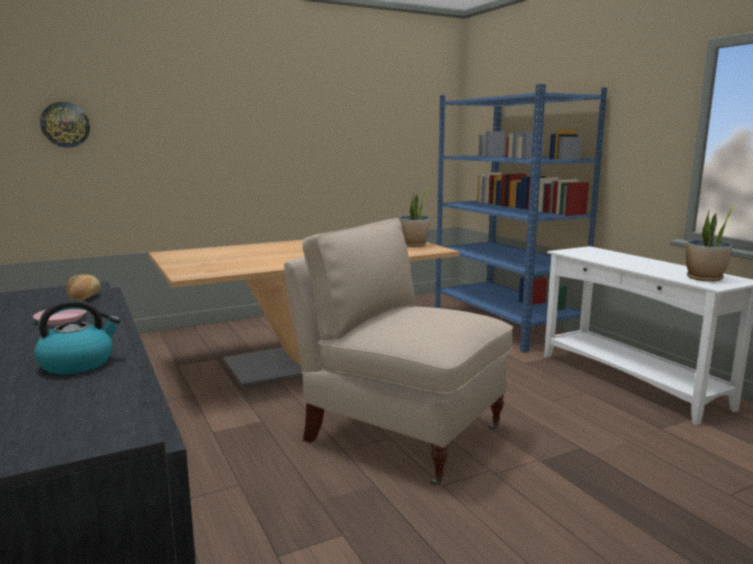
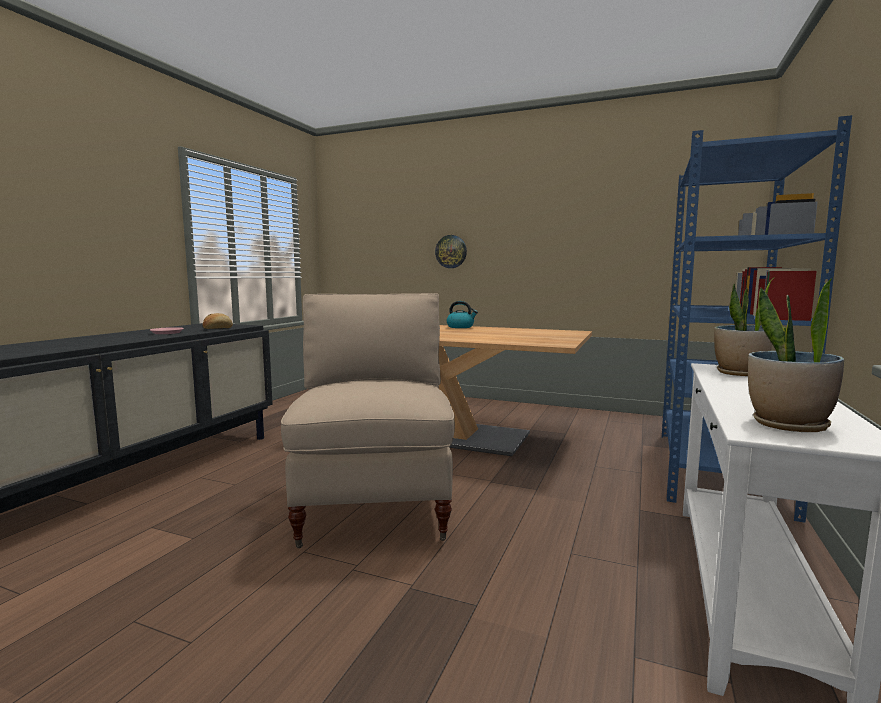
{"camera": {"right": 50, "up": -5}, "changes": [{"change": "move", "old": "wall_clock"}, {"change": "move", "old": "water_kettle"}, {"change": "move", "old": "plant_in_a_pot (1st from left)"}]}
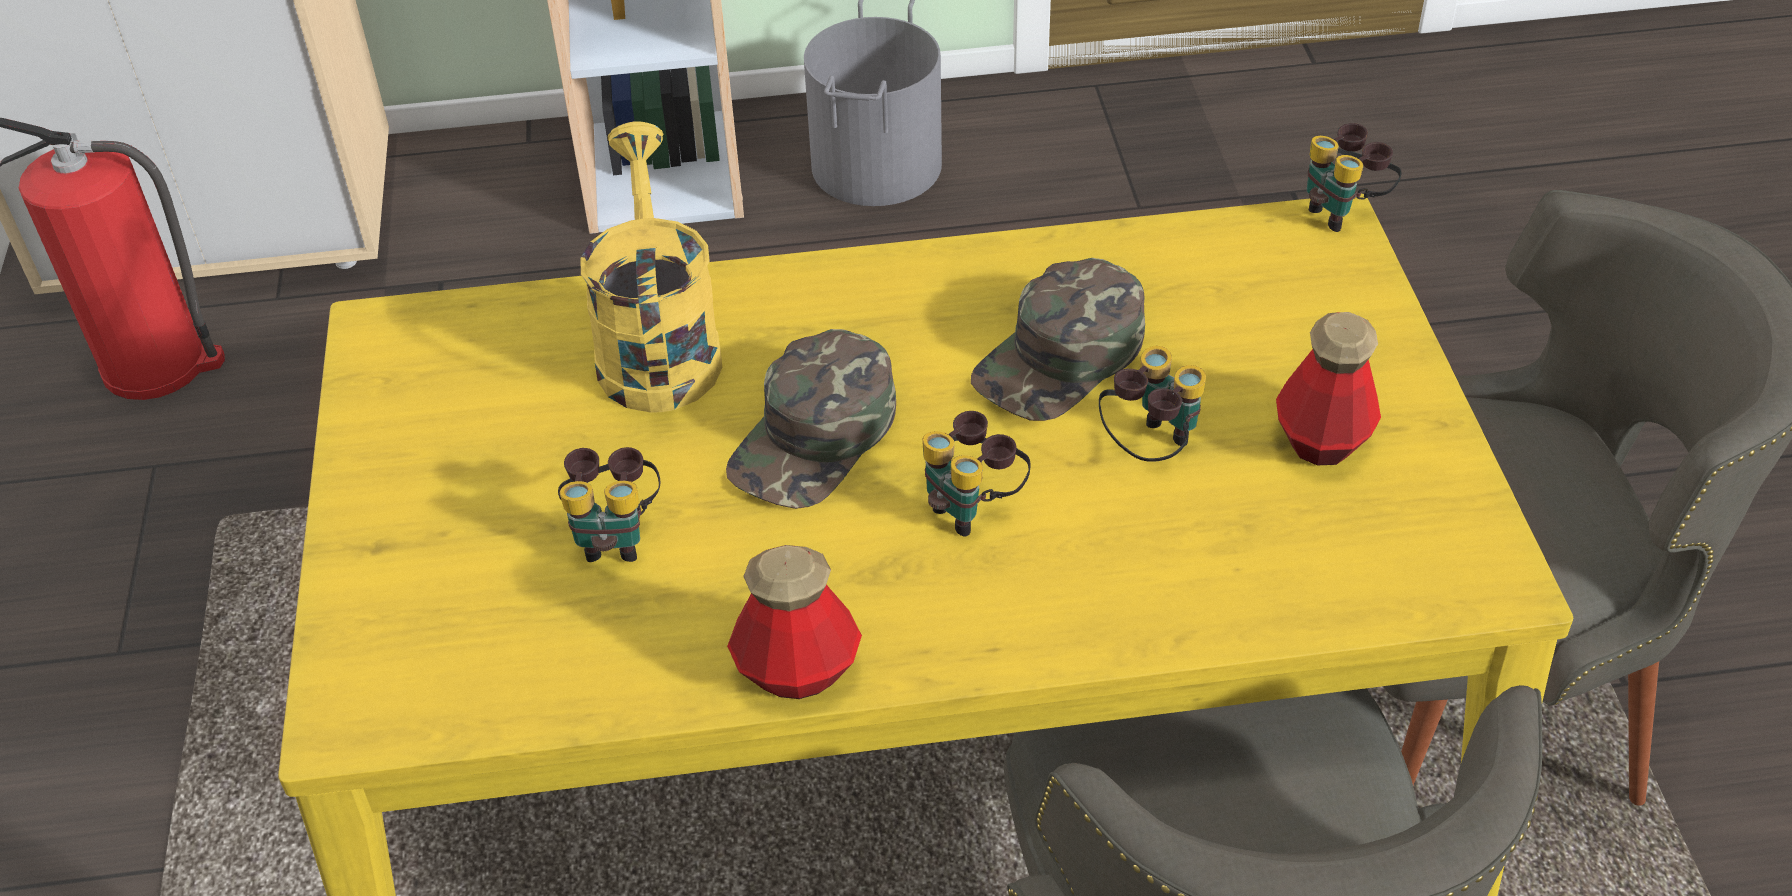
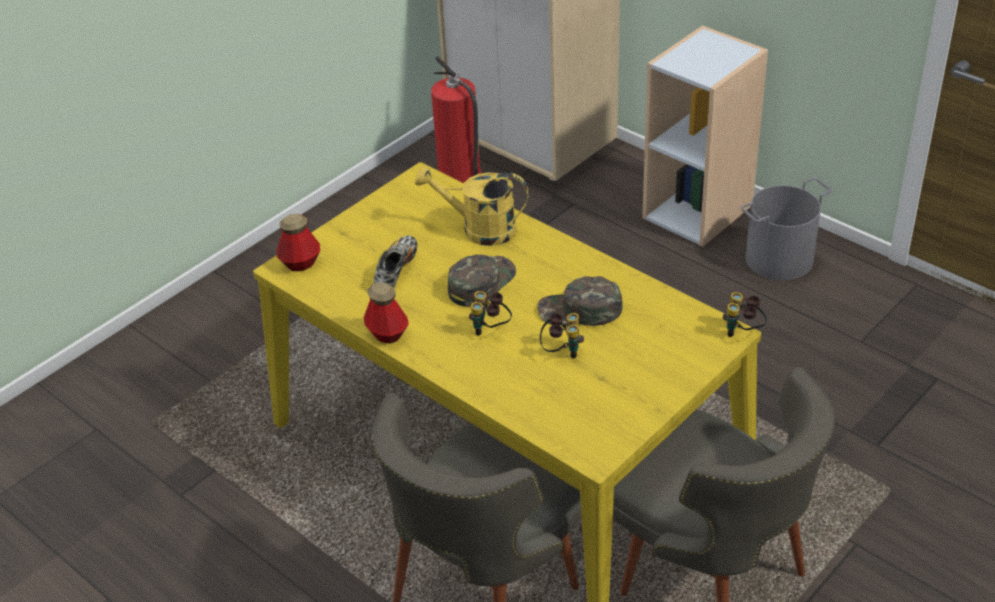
{"camera": {"right": 50, "up": -5}, "changes": [{"change": "move", "old": "beverage_bottle (2nd from left in the first image)", "new": "beverage_bottle (1st from left)"}, {"change": "replace", "old": "binoculars (1st from left)", "new": "low_shoe"}, {"change": "rotate", "old": "yellowish_sprinkling_can", "degrees": -120}, {"change": "rotate", "old": "green-coloured_peaked_cap (1st from left)", "degrees": 135}]}
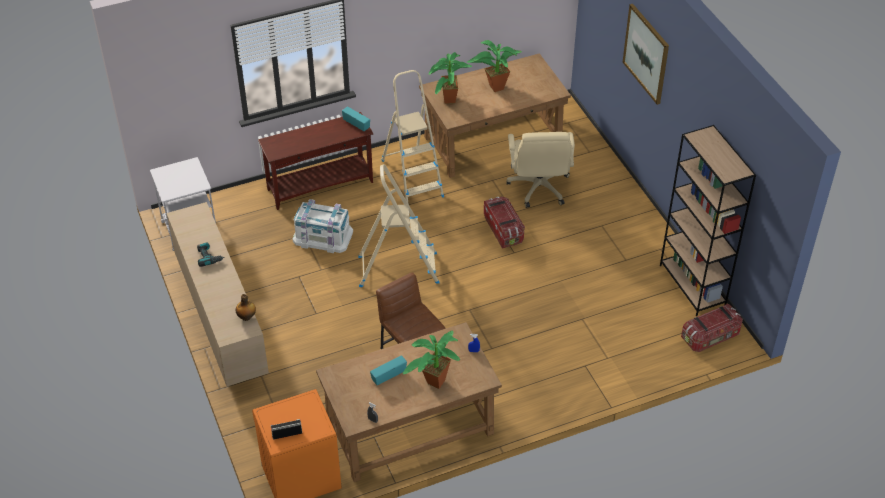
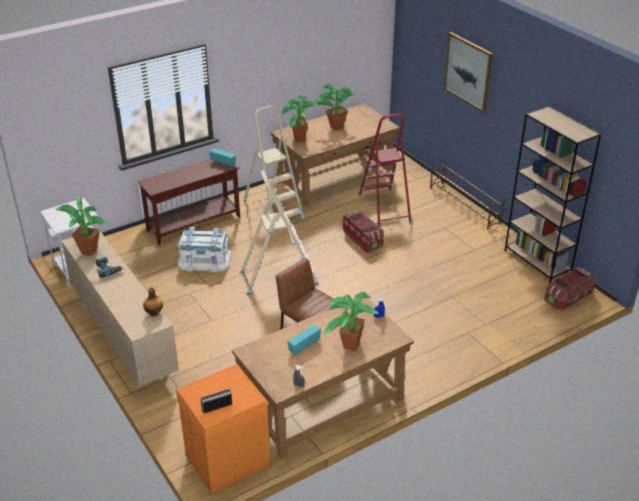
{"camera": {"right": -10, "up": -10}, "changes": [{"change": "insert", "new": "plant_in_a_pot (1st from left)"}, {"change": "replace", "old": "beige-coloured_computer_chair", "new": "red_step_ladder"}, {"change": "insert", "new": "brown_shoe_rack"}]}
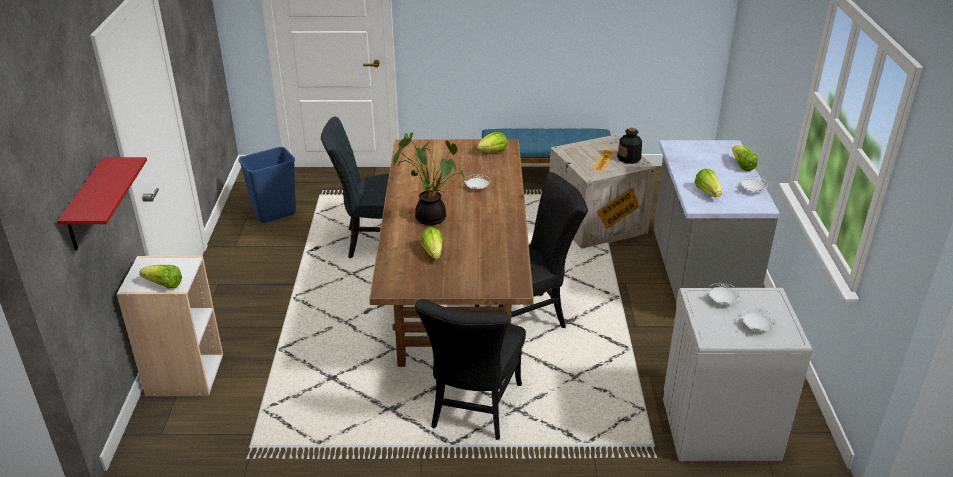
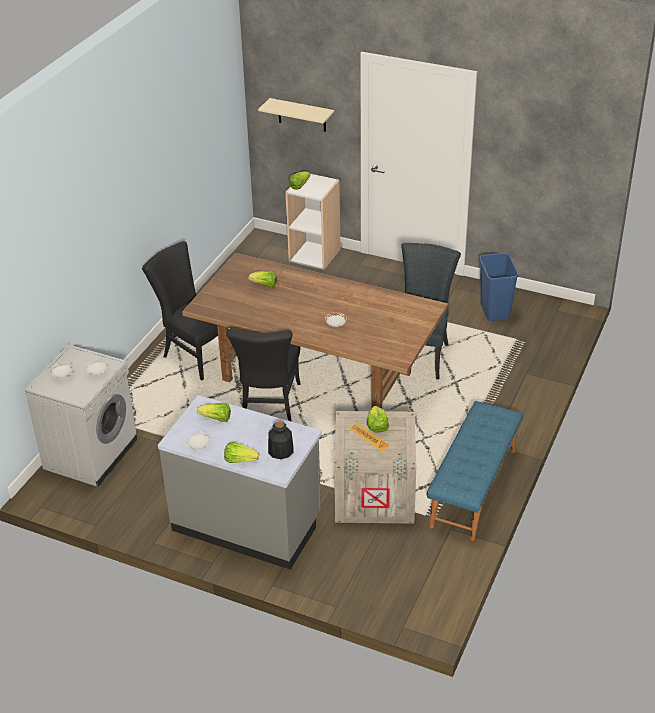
{"camera": {"right": 115, "up": 5}, "changes": [{"change": "recolor", "old": "red_bracket_shelf", "new": "beige-coloured_bracket_shelf"}, {"change": "move", "old": "beverage_bottle"}, {"change": "move", "old": "head_of_lettuce (3rd from left in the first image)", "new": "head_of_lettuce (5th from left)"}, {"change": "delete", "old": "plant_in_a_pot"}]}
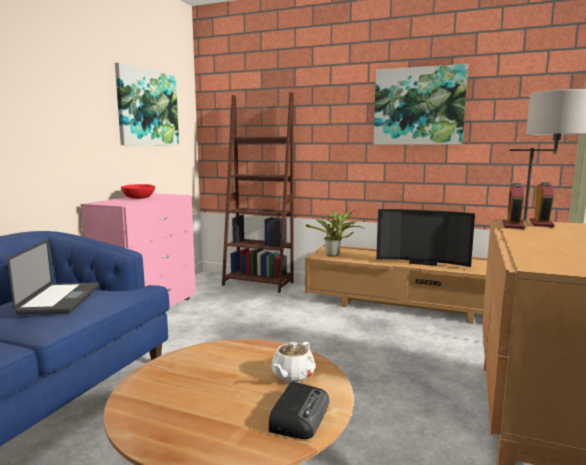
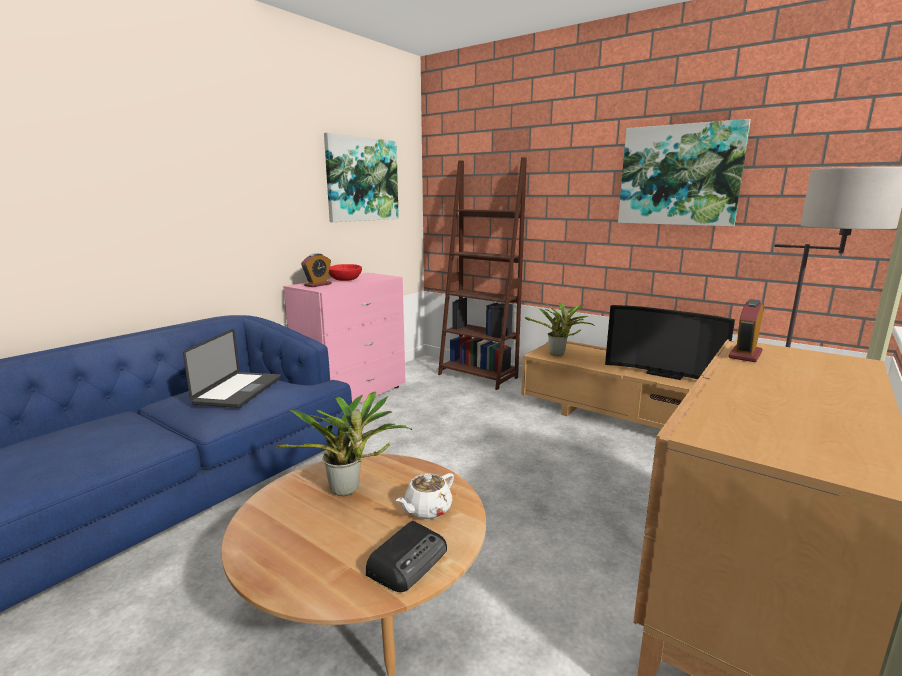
{"camera": {"right": 15, "up": 5}, "changes": [{"change": "insert", "new": "plant_in_a_pot (1st from left)"}, {"change": "move", "old": "bedside_clock (2nd from left in the first image)", "new": "bedside_clock (1st from left)"}]}
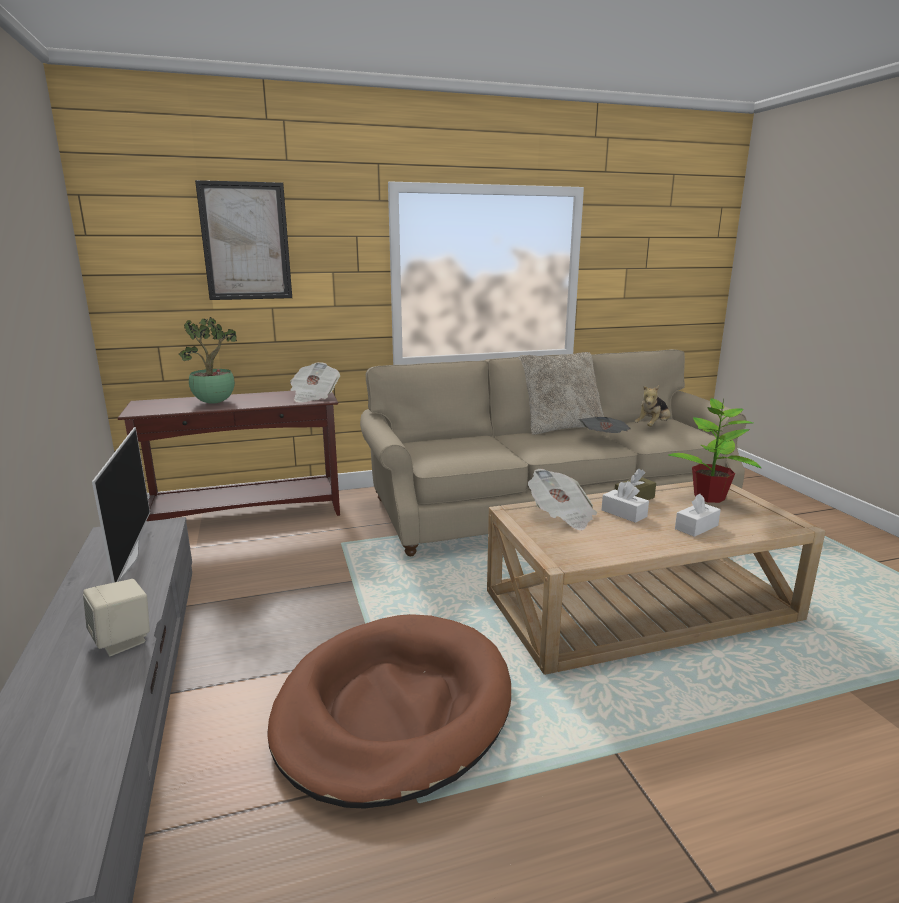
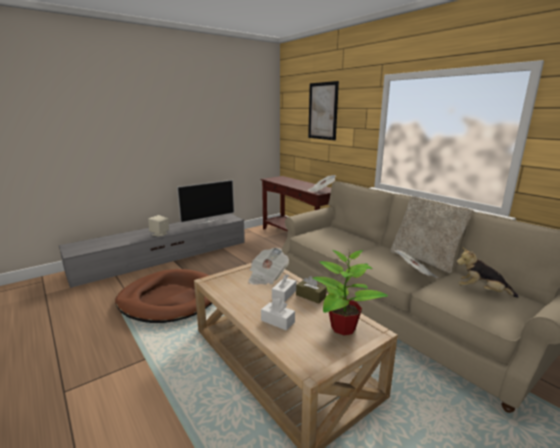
{"camera": {"right": 70, "up": 0}, "changes": [{"change": "delete", "old": "plant_in_a_pot (1st from left)"}]}
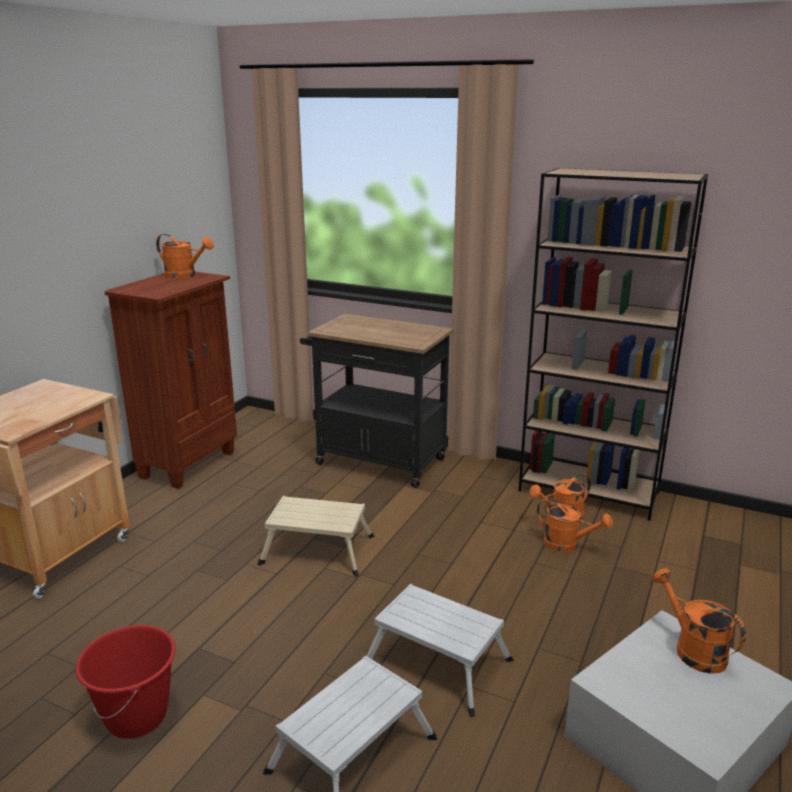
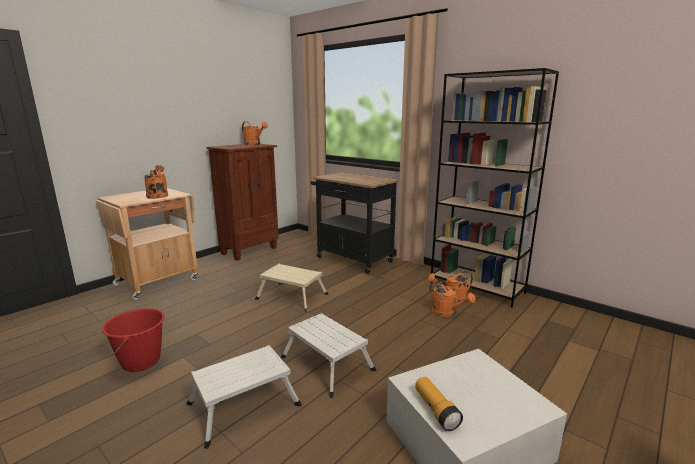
{"camera": {"right": 15, "up": -5}, "changes": [{"change": "move", "old": "orange-coloured_sprinkling_can (4th from left in the first image)", "new": "orange-coloured_sprinkling_can (1st from left)"}, {"change": "insert", "new": "flashlight"}]}
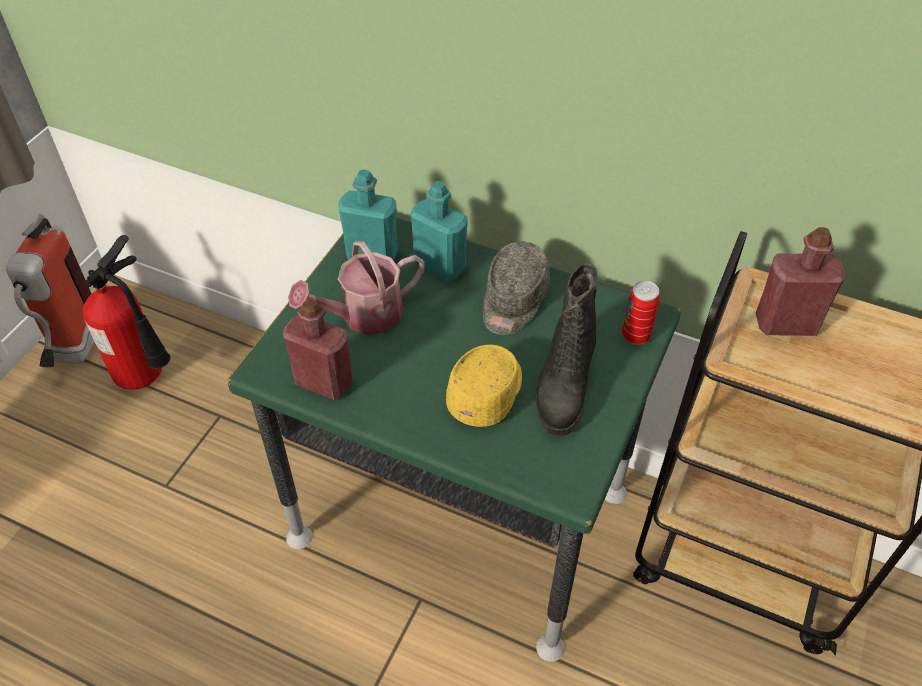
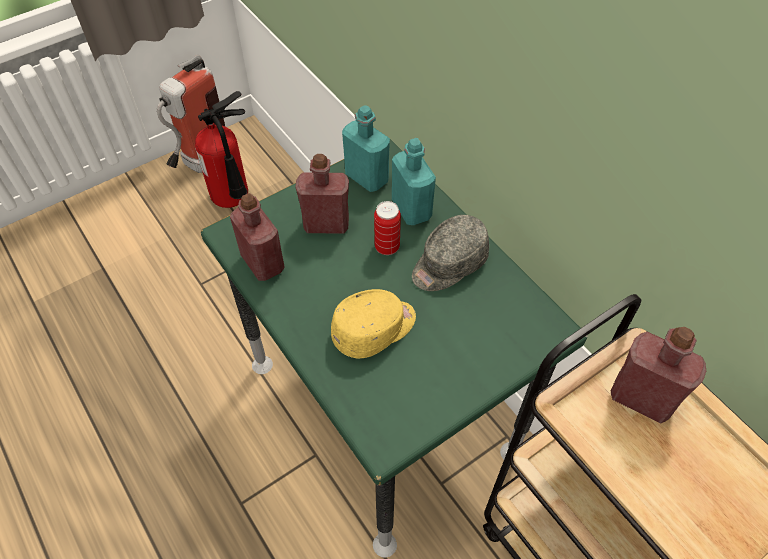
{"camera": {"right": 30, "up": 5}, "changes": [{"change": "replace", "old": "sprinkling_can", "new": "red_beverage_bottle (2nd from left)"}, {"change": "move", "old": "can"}, {"change": "delete", "old": "black_high-top_boot"}]}
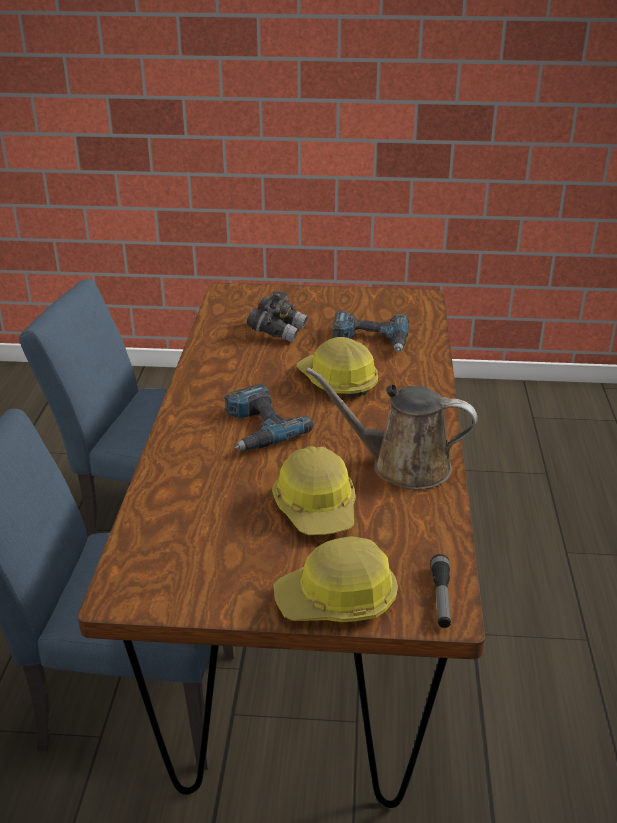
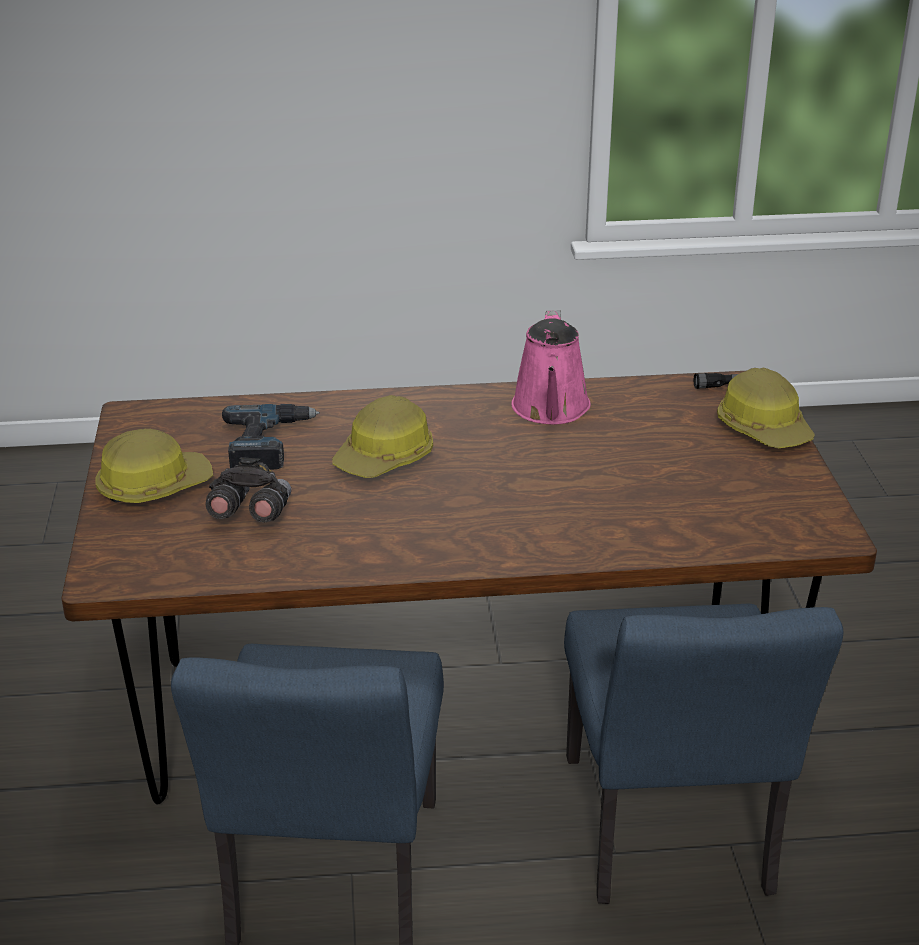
{"camera": {"right": -100, "up": 0}, "changes": [{"change": "move", "old": "work_helmet (1st from left)"}, {"change": "recolor", "old": "brown_sprinkling_can", "new": "pinkish_sprinkling_can"}, {"change": "delete", "old": "drill (1st from left)"}]}
